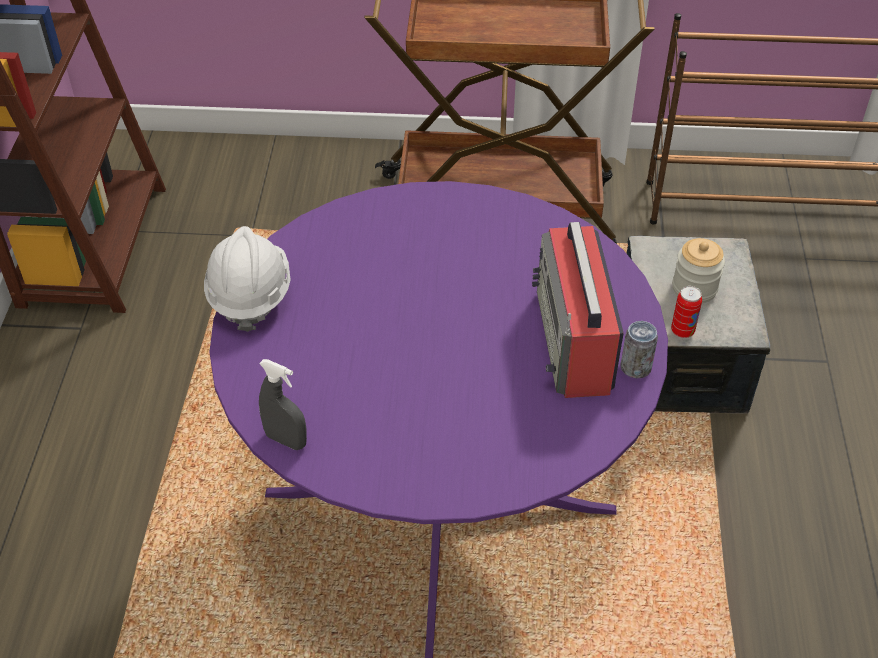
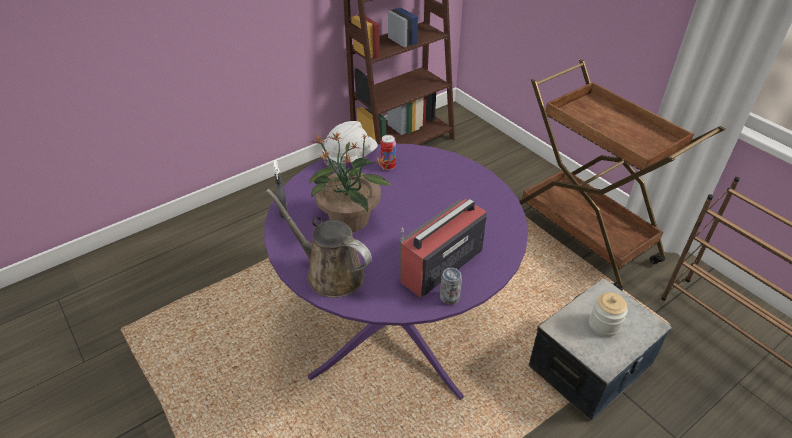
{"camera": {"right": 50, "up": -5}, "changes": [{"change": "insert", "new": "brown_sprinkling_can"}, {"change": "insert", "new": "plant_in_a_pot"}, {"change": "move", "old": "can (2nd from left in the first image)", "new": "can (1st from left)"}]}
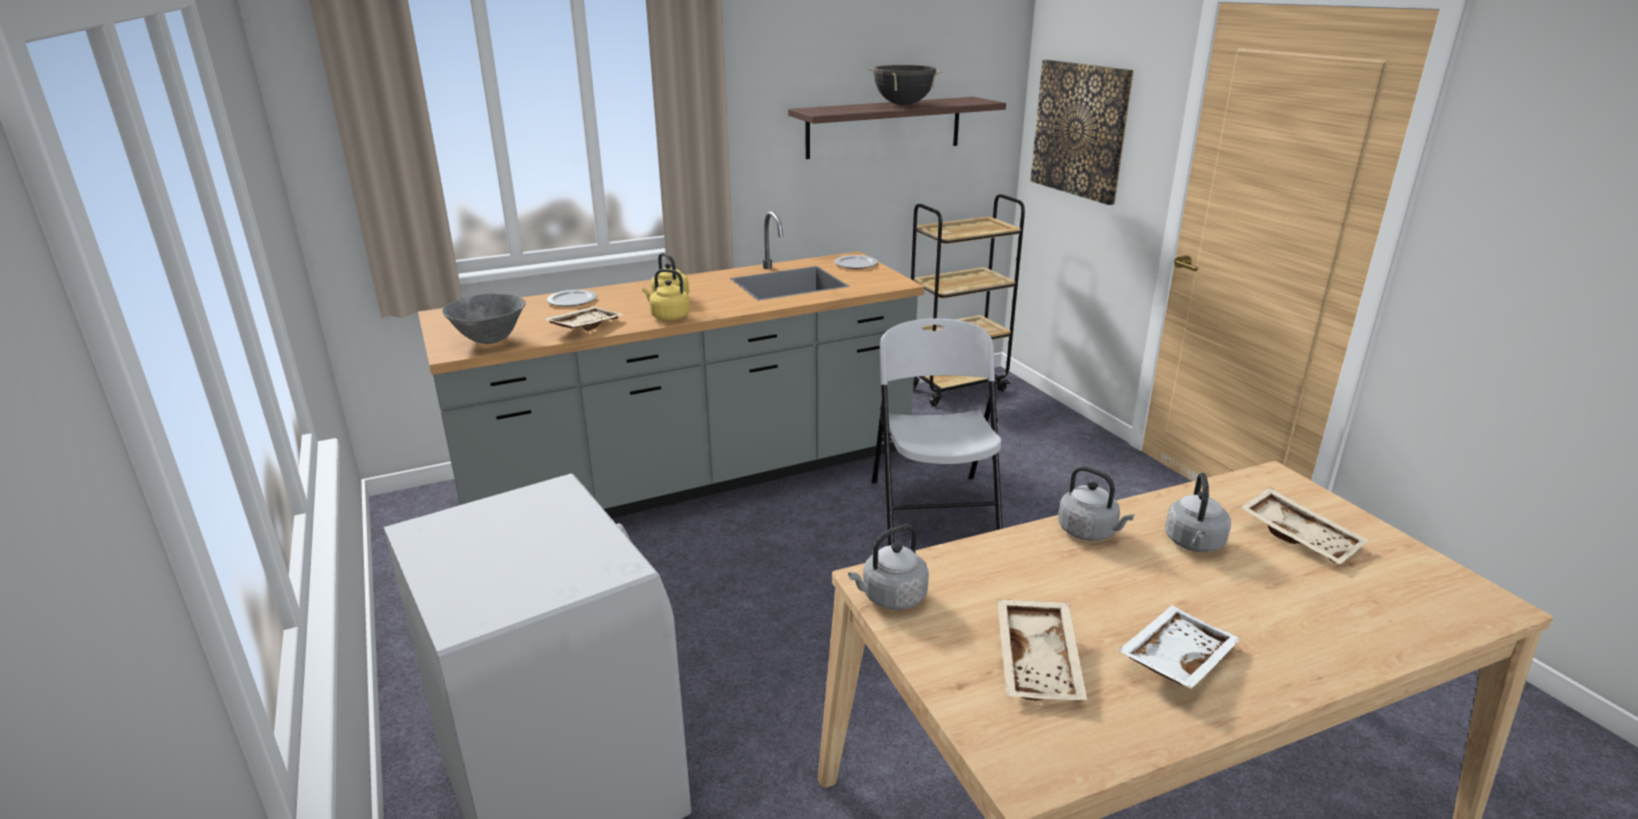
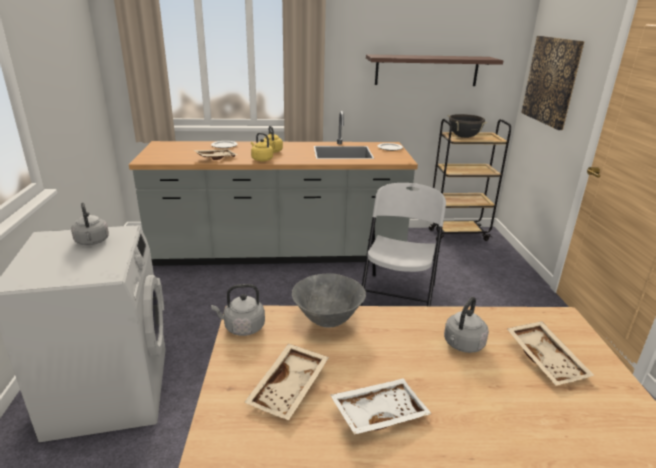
{"camera": {"right": 20, "up": 0}, "changes": [{"change": "move", "old": "gray_water_kettle (2nd from left in the first image)", "new": "gray_water_kettle (1st from left)"}, {"change": "move", "old": "gray_serving_bowl"}, {"change": "move", "old": "black_cooking_pot"}]}
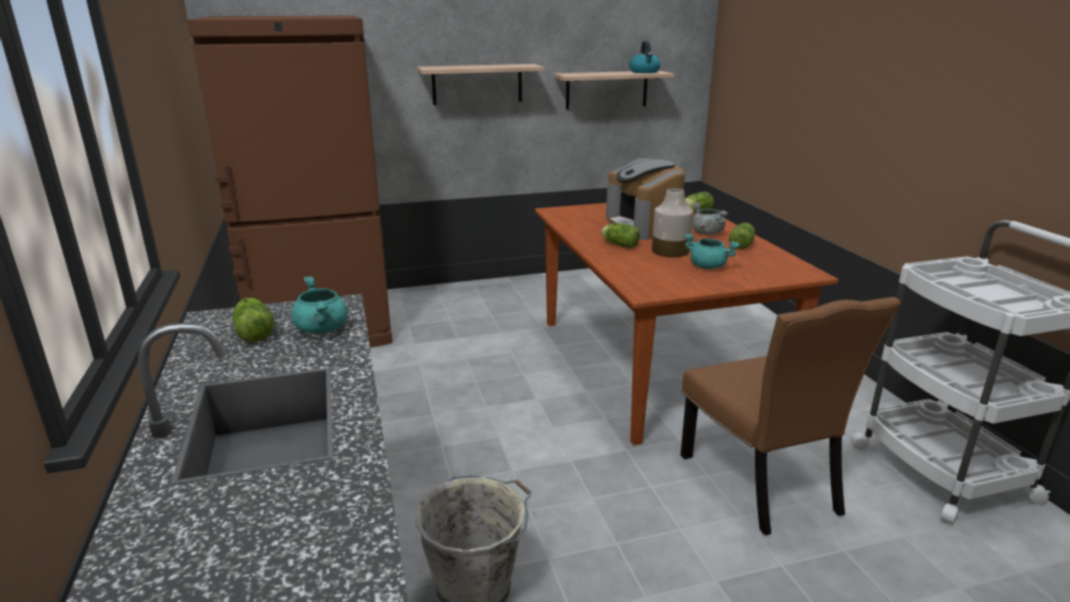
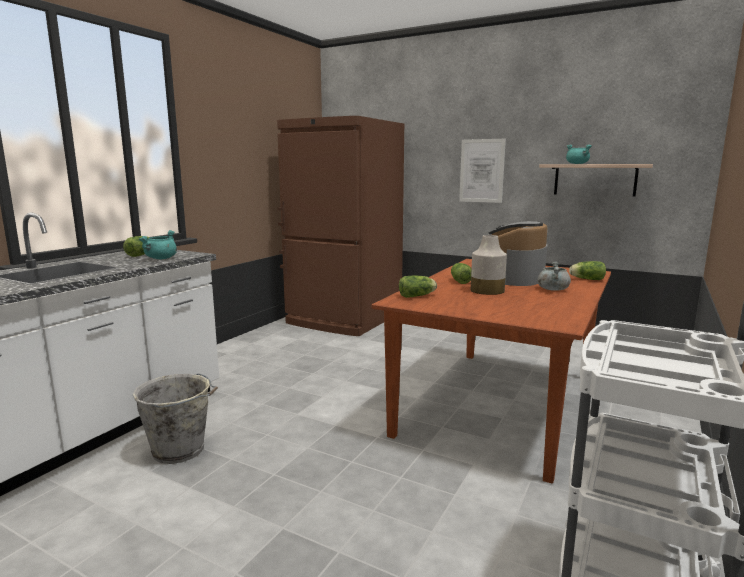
{"camera": {"right": 45, "up": -10}, "changes": [{"change": "move", "old": "head_of_lettuce (4th from left in the first image)", "new": "head_of_lettuce (2nd from left)"}, {"change": "replace", "old": "bracket_shelf (1st from left)", "new": "picture"}, {"change": "move", "old": "turquoise_cooking_pot (2nd from left)"}, {"change": "delete", "old": "water_kettle"}, {"change": "delete", "old": "brown_upright_chair"}]}
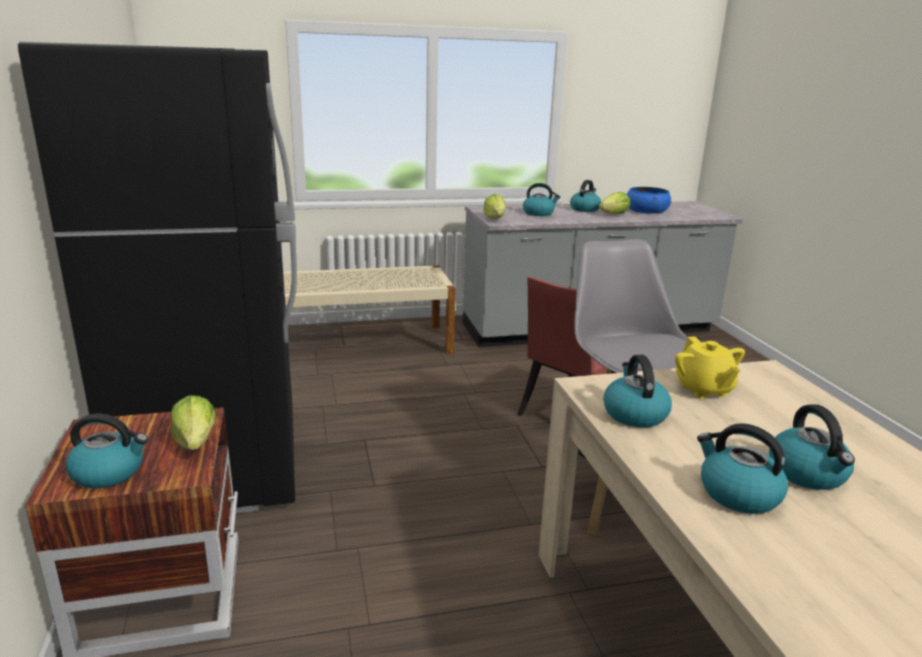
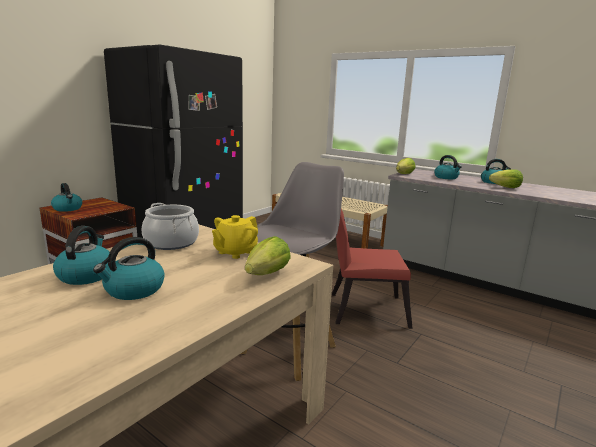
{"camera": {"right": 50, "up": -5}, "changes": [{"change": "replace", "old": "water_kettle (4th from left)", "new": "cooking_pot"}, {"change": "move", "old": "head_of_lettuce (1st from left)"}, {"change": "delete", "old": "blue-coloured_serving_bowl"}]}
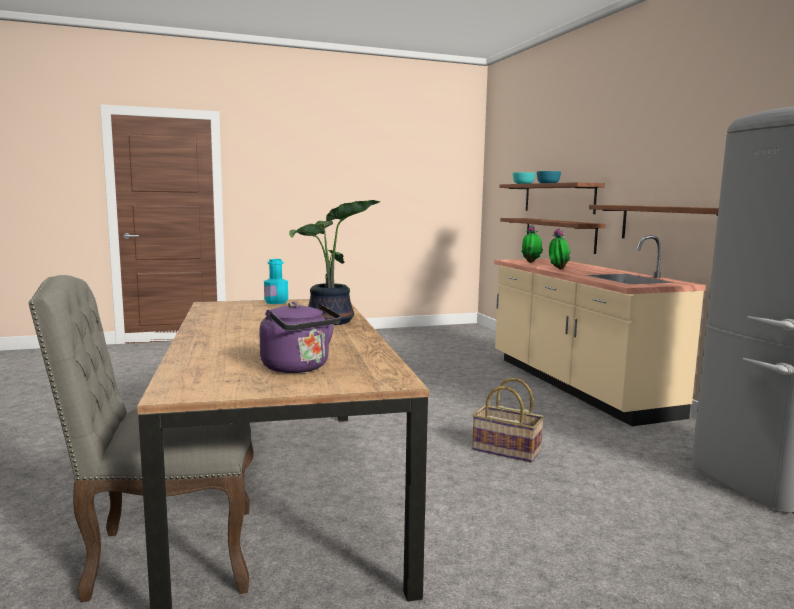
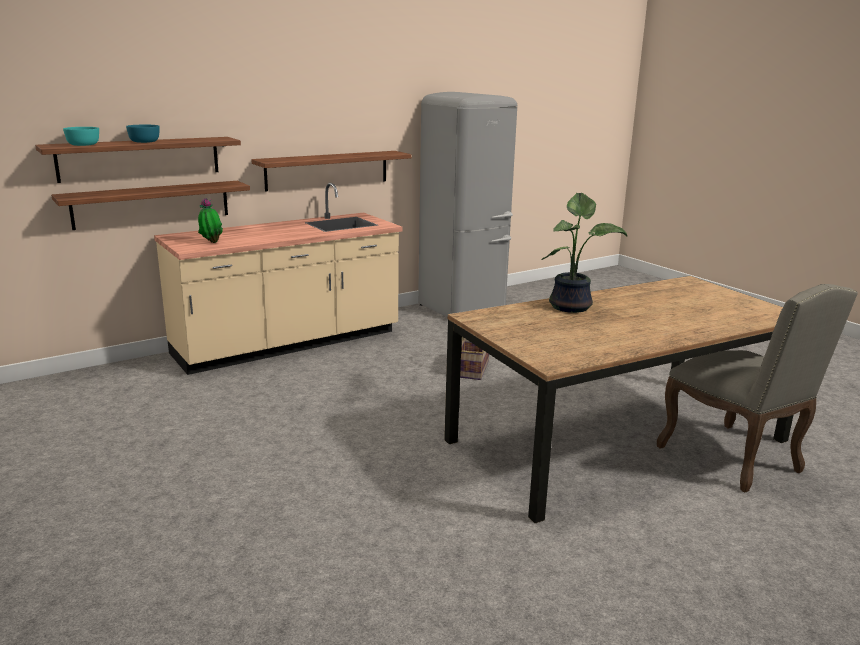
{"camera": {"right": -105, "up": 10}, "changes": [{"change": "delete", "old": "purplish_water_kettle"}, {"change": "delete", "old": "turquoise_beverage_bottle"}, {"change": "delete", "old": "plant_in_a_pot (3rd from left)"}]}
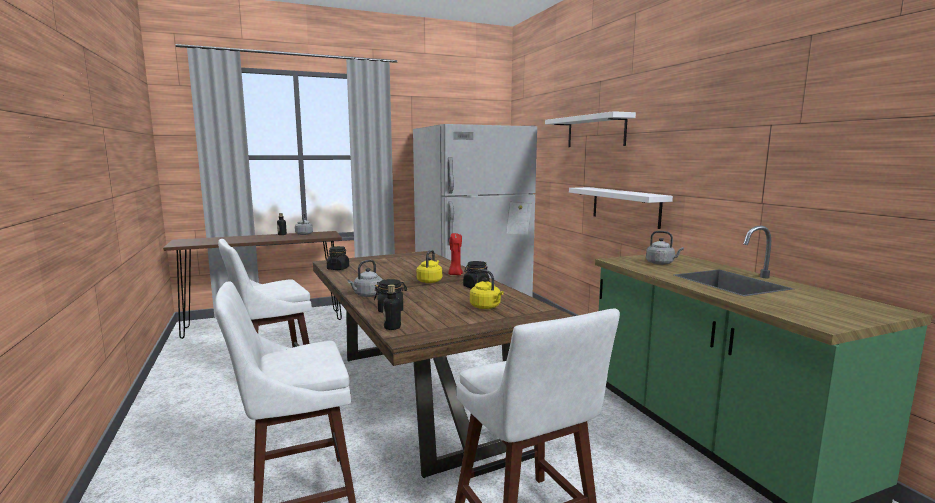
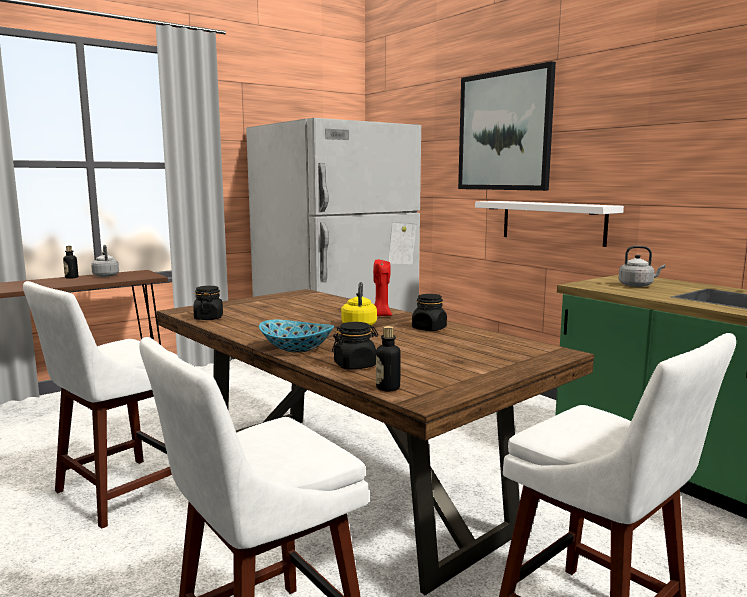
{"camera": {"right": -15, "up": 0}, "changes": [{"change": "replace", "old": "gray_water_kettle (2nd from left)", "new": "serving_bowl"}, {"change": "replace", "old": "white_bracket_shelf (1st from left)", "new": "picture"}, {"change": "delete", "old": "yellowish_water_kettle (2nd from left)"}]}
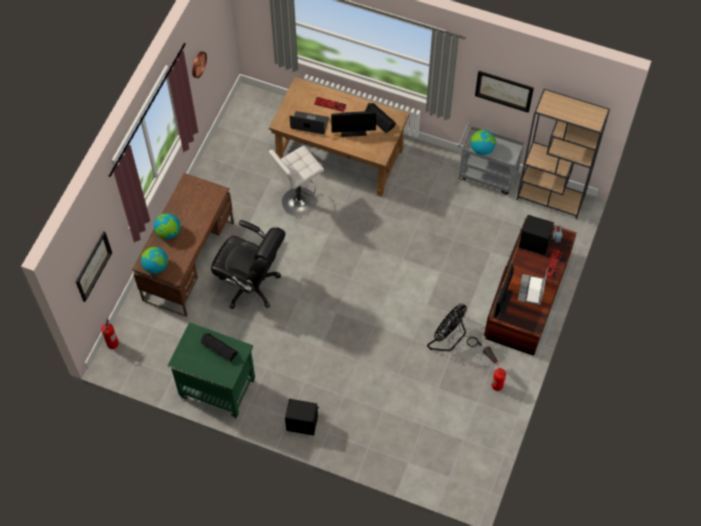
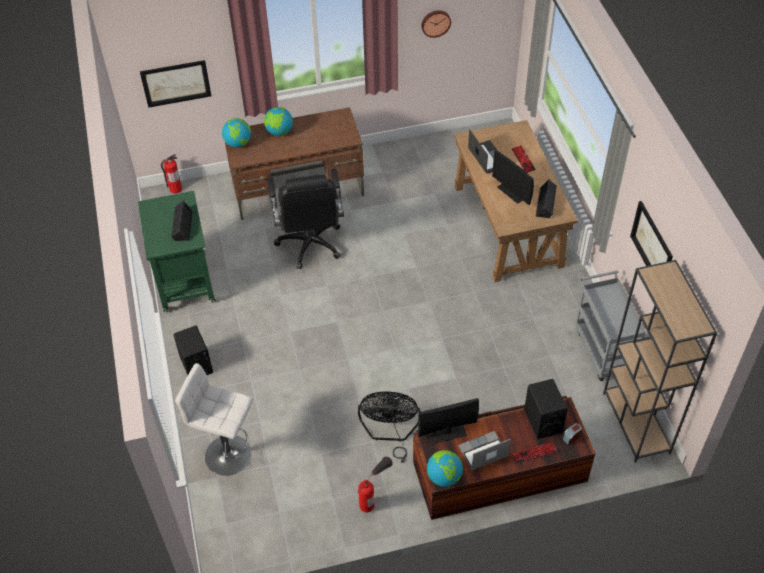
{"camera": {"right": 55, "up": -10}, "changes": [{"change": "move", "old": "white_stool"}, {"change": "move", "old": "world_globe (3rd from left)"}]}
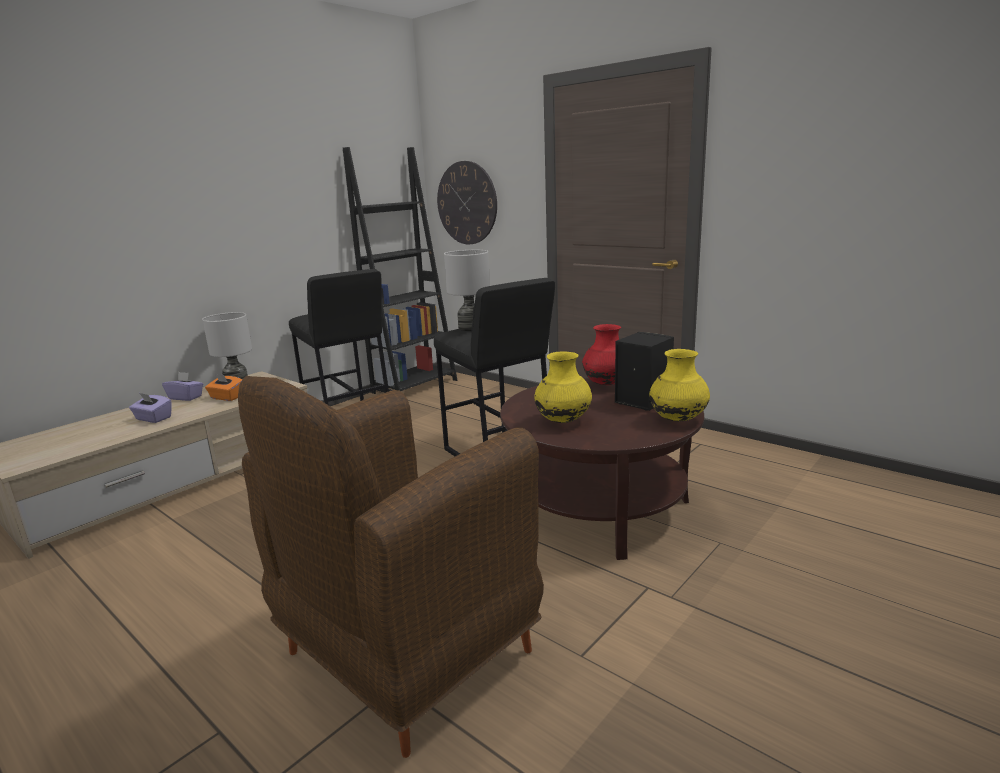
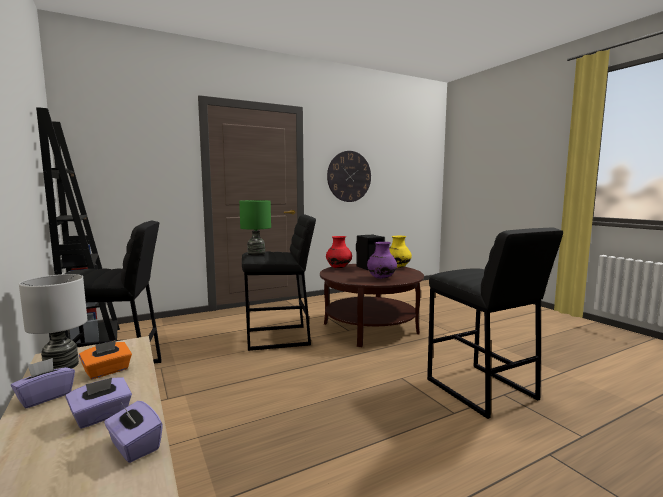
{"camera": {"right": -70, "up": -10}, "changes": [{"change": "insert", "new": "purplish_tissue_holder (3rd from left)"}, {"change": "recolor", "old": "gray_table_lamp (2nd from left)", "new": "green-coloured_table_lamp"}, {"change": "move", "old": "wall_clock"}, {"change": "recolor", "old": "yellowish_vase (1st from left)", "new": "purplish_vase"}, {"change": "replace", "old": "brown_easy_chair", "new": "black_stool (3rd from left)"}]}
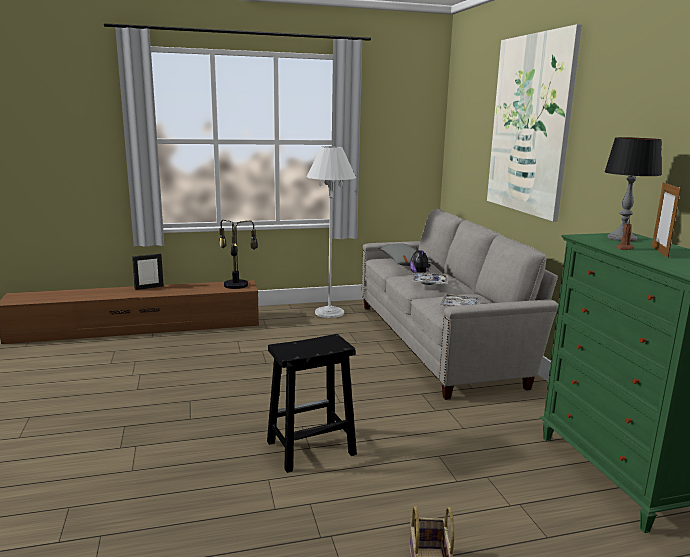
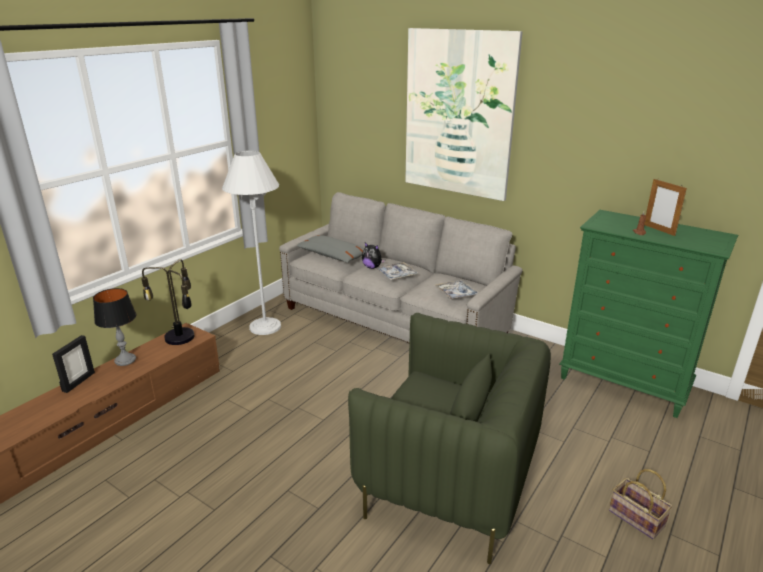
{"camera": {"right": -40, "up": 10}, "changes": [{"change": "move", "old": "table_lamp (2nd from left in the first image)", "new": "table_lamp (1st from left)"}, {"change": "replace", "old": "black_stool", "new": "green-coloured_easy_chair"}]}
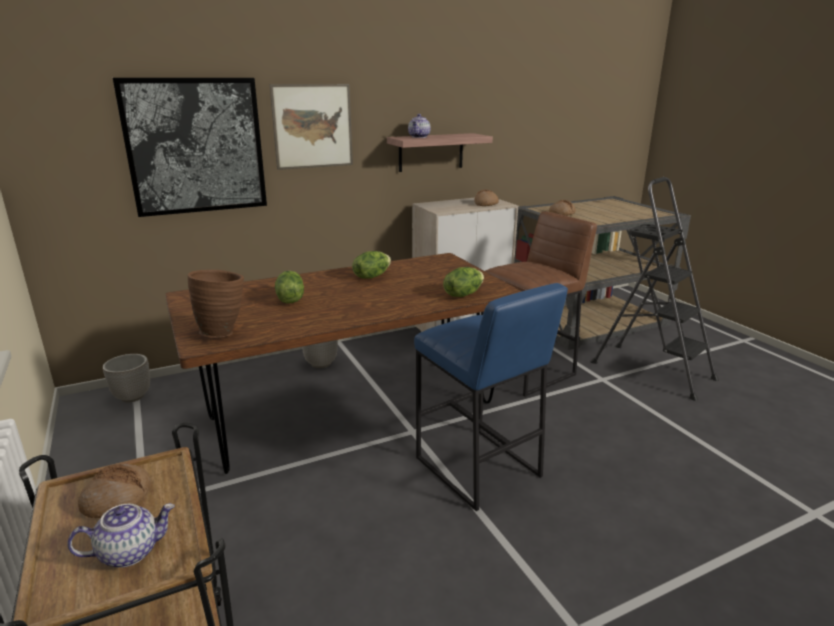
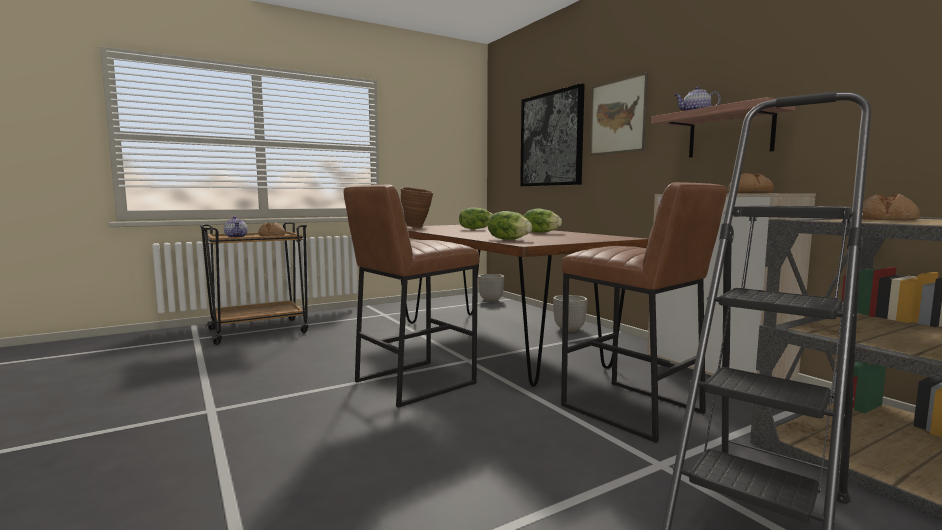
{"camera": {"right": 85, "up": -15}, "changes": [{"change": "recolor", "old": "blue-coloured_stool", "new": "brown_stool (1st from left)"}]}
